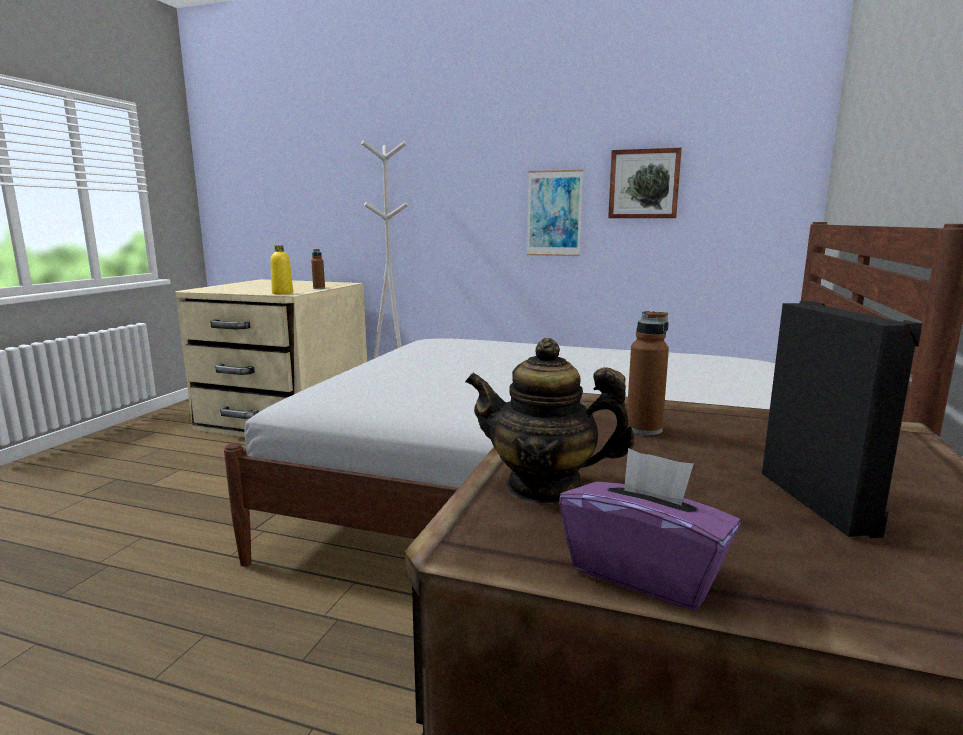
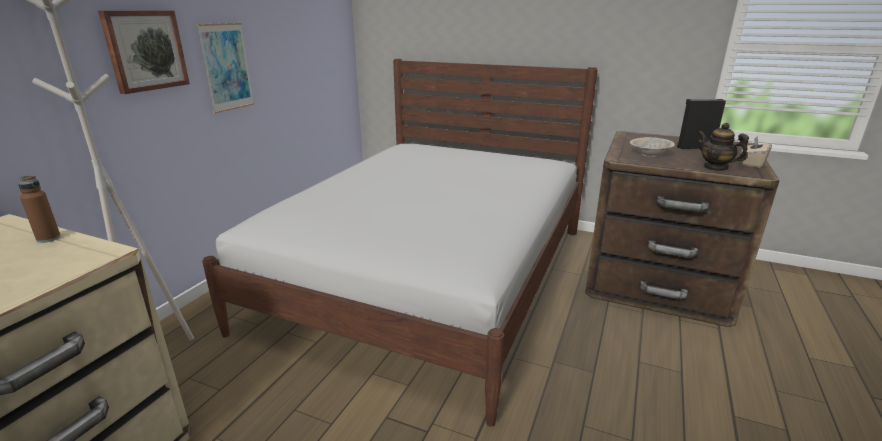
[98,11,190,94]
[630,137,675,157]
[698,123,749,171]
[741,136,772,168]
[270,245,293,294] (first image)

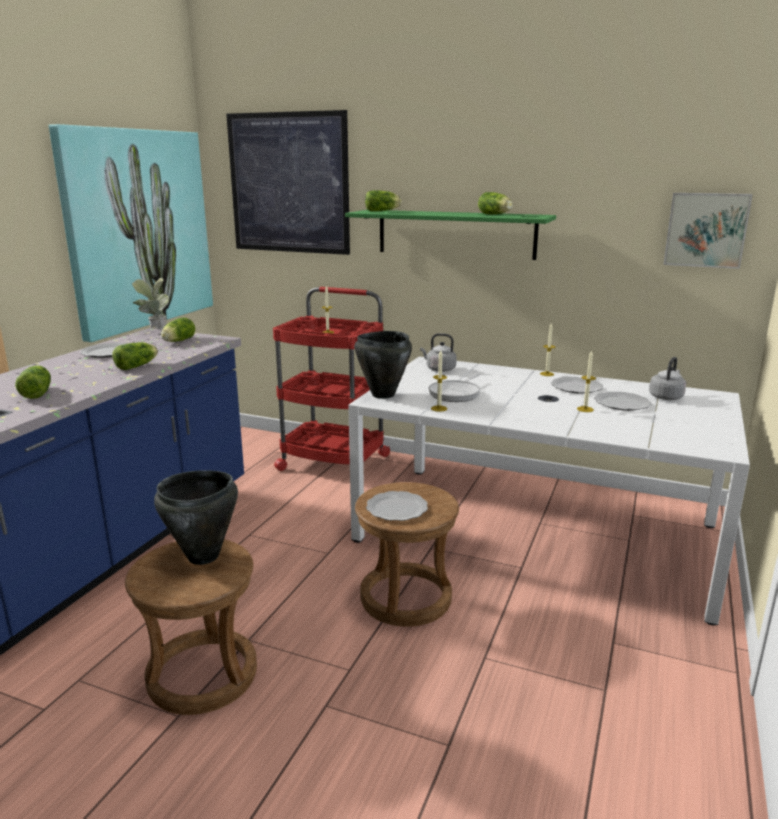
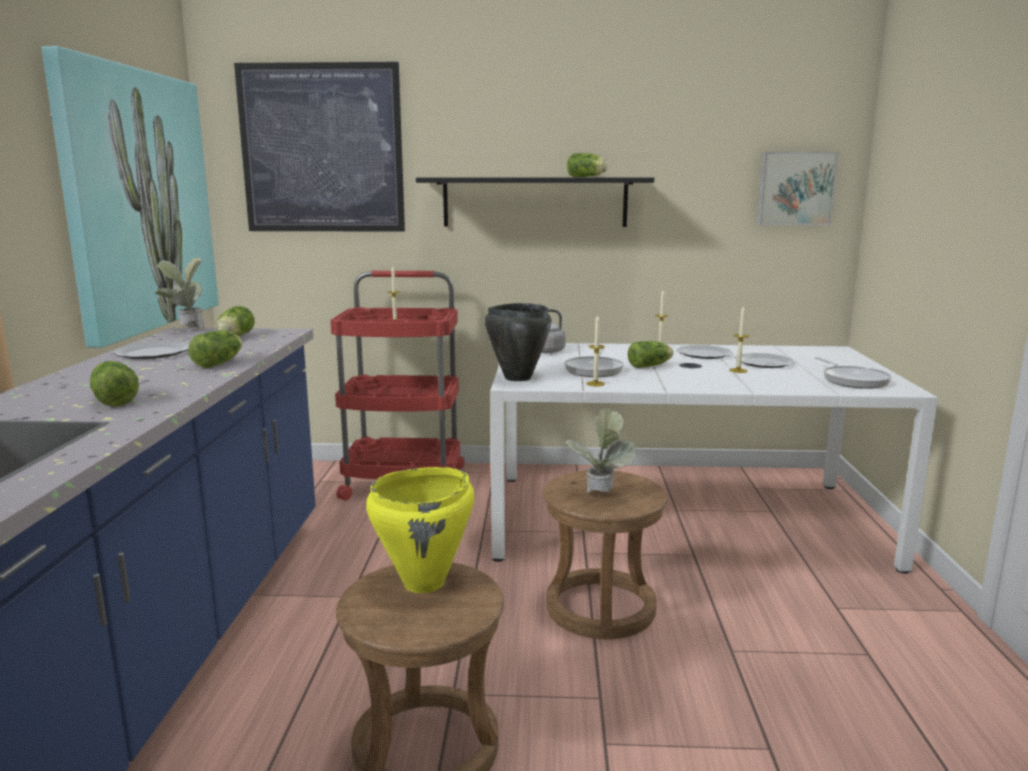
[366,467,474,593]
[416,178,654,227]
[565,408,637,494]
[628,341,673,368]
[815,357,892,389]
[649,357,686,400] (first image)

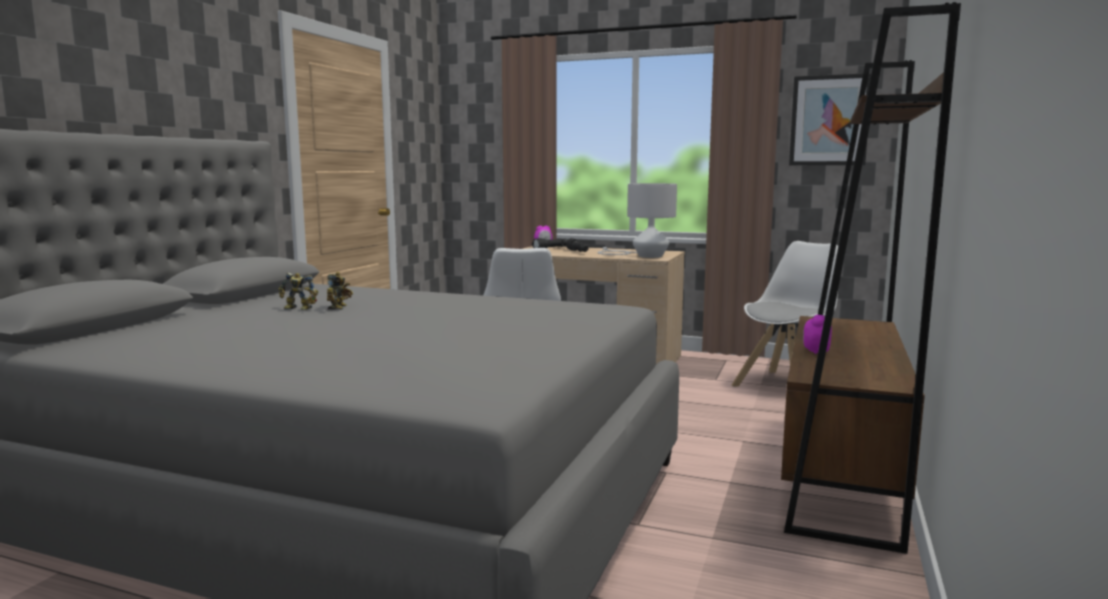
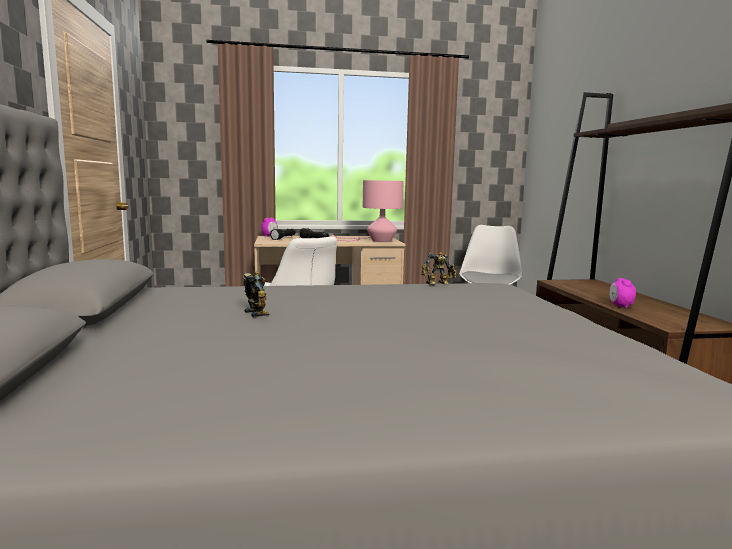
[331,180,404,242]
[421,252,457,285]
[789,73,871,165] (first image)

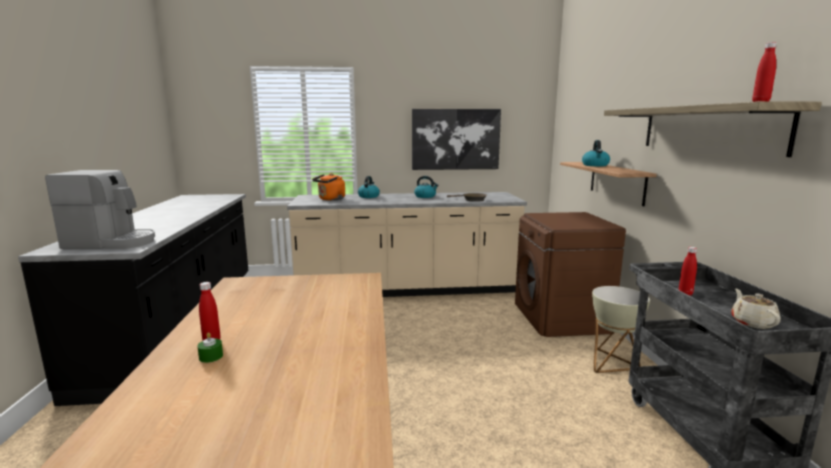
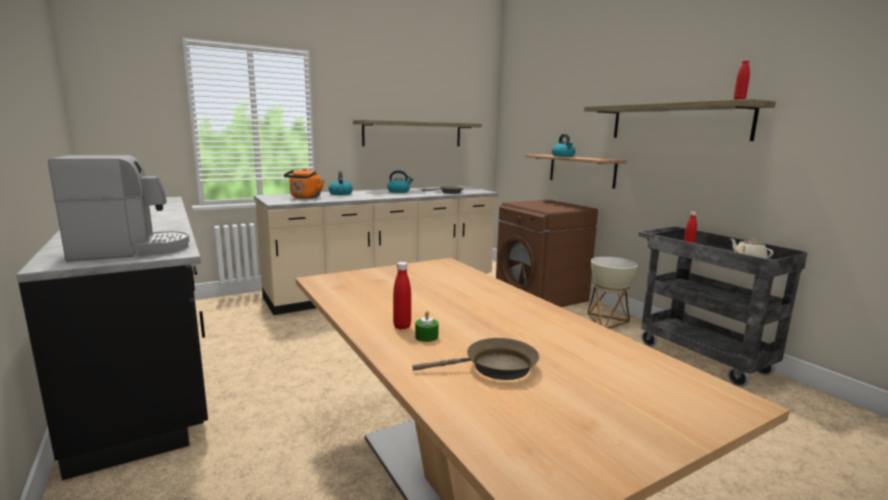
[353,120,482,147]
[412,338,539,380]

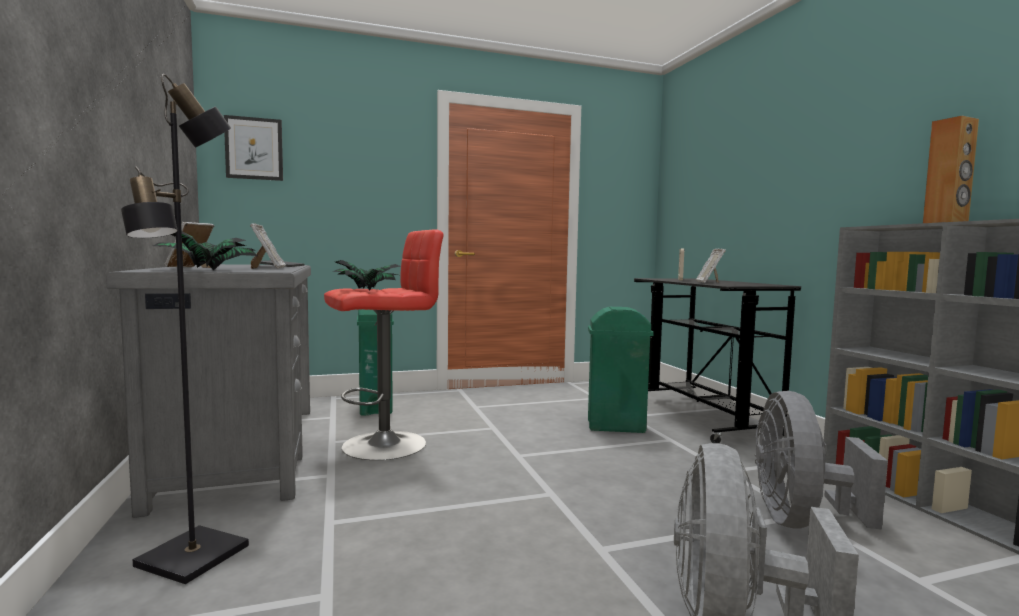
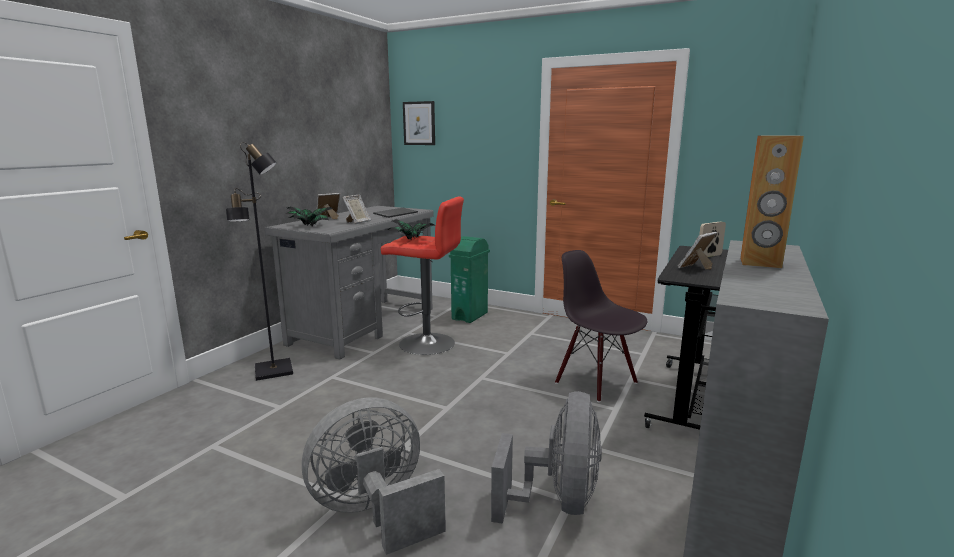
[491,391,602,524]
[555,250,647,402]

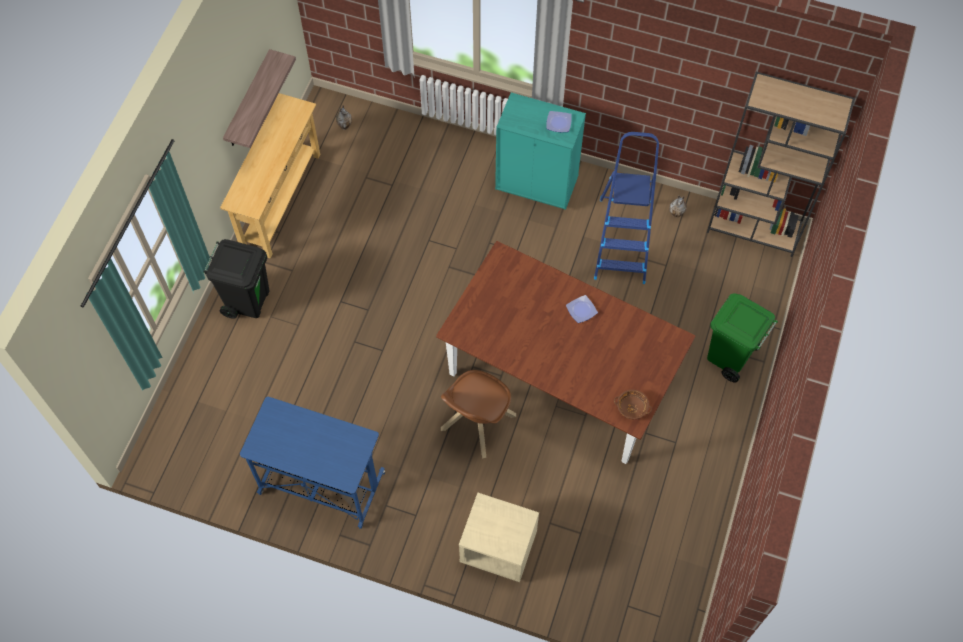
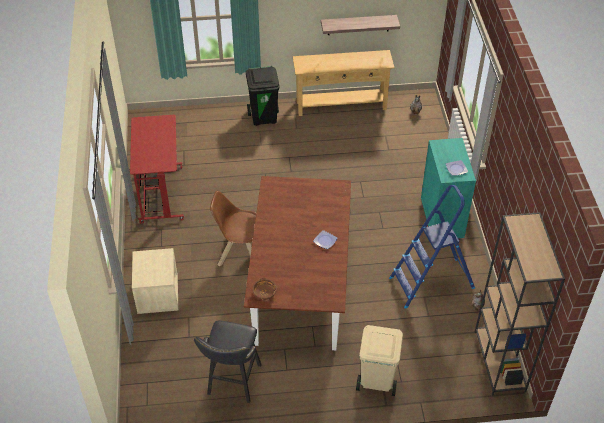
[130,115,184,224]
[194,320,262,403]
[356,325,403,396]

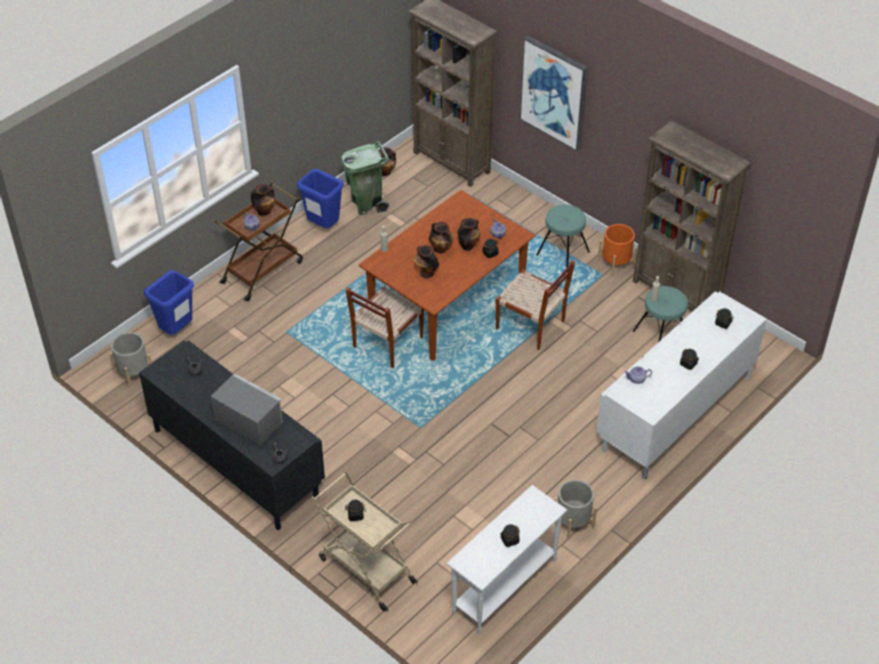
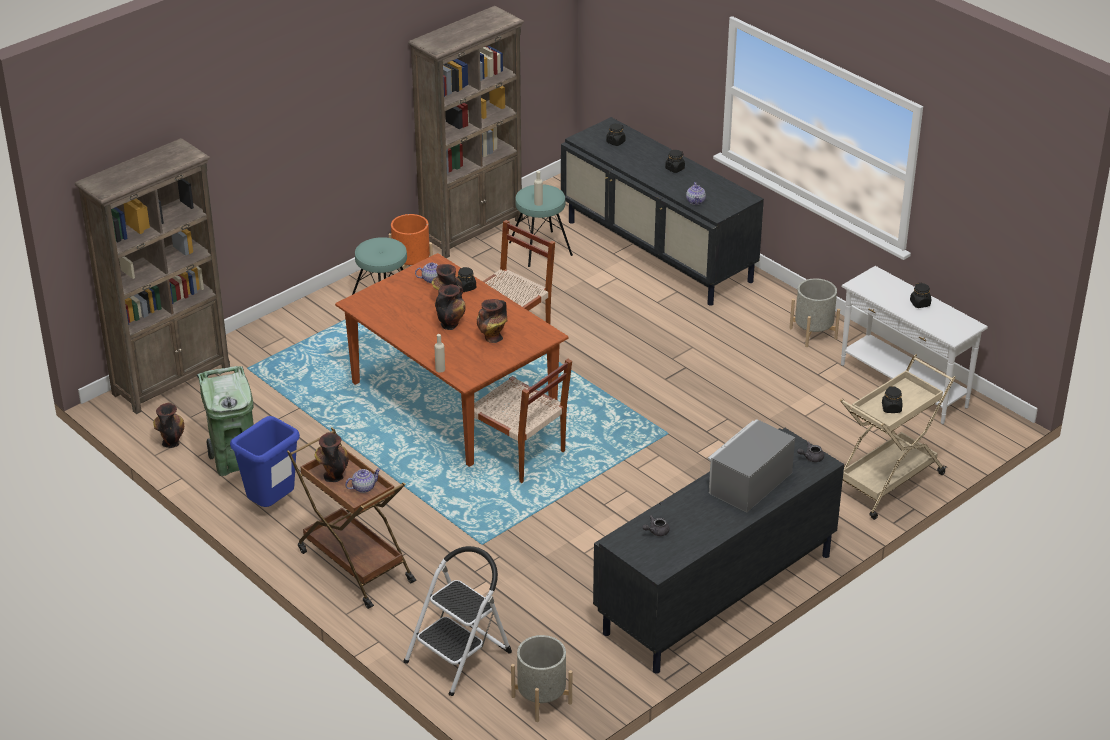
[403,546,512,696]
[561,117,764,306]
[520,36,588,151] (first image)

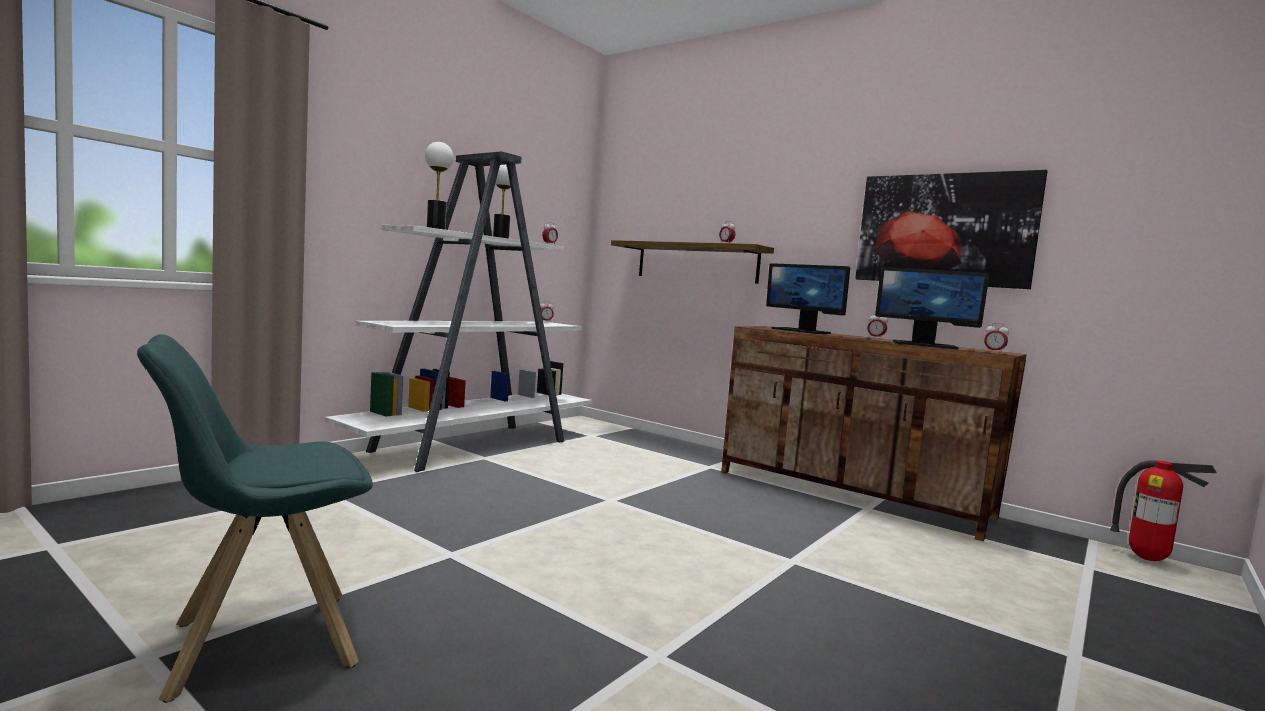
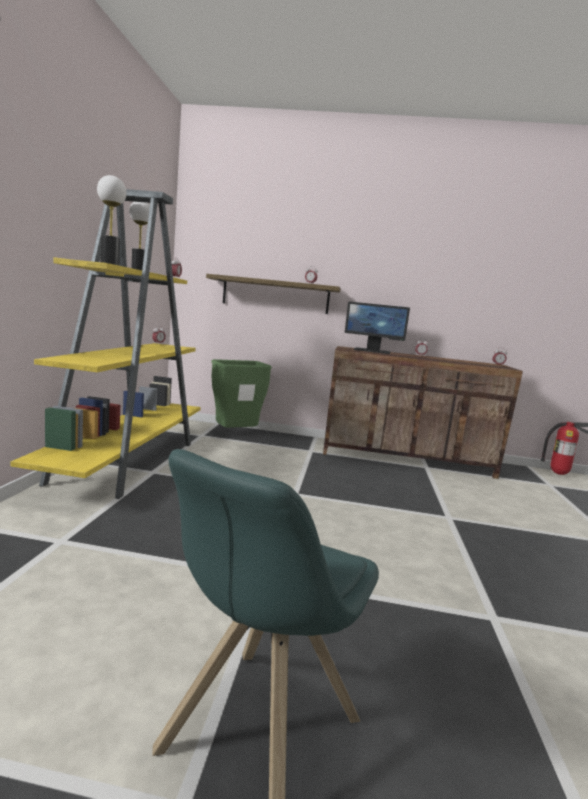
[10,189,201,499]
[211,359,272,428]
[855,170,1048,289] (first image)
[875,267,989,349] (first image)

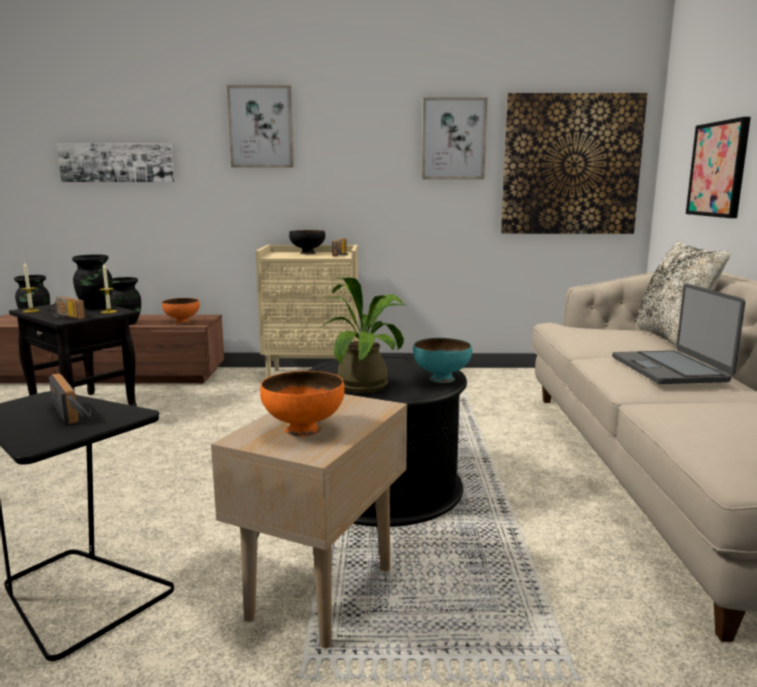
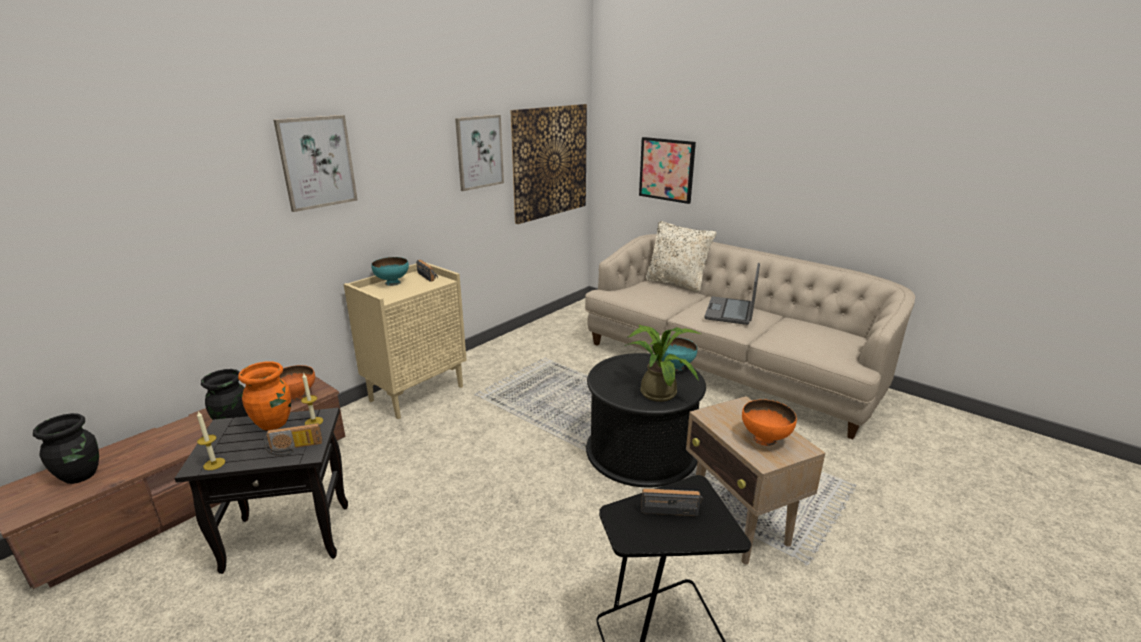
[238,362,291,430]
[371,257,409,286]
[704,262,760,325]
[57,143,174,182] (first image)

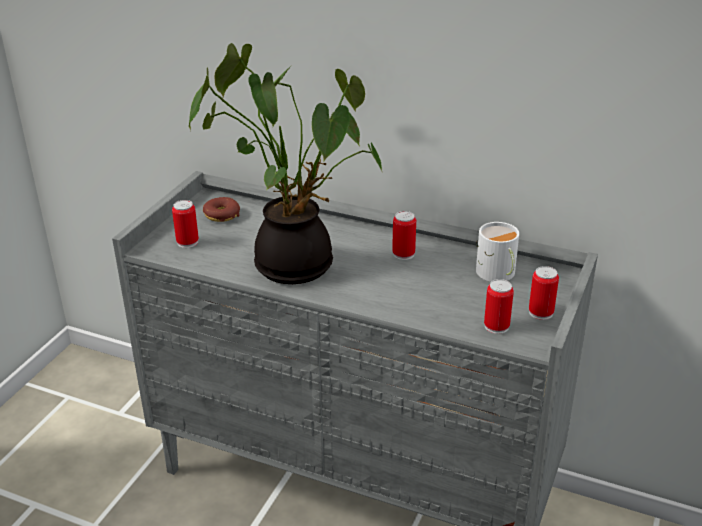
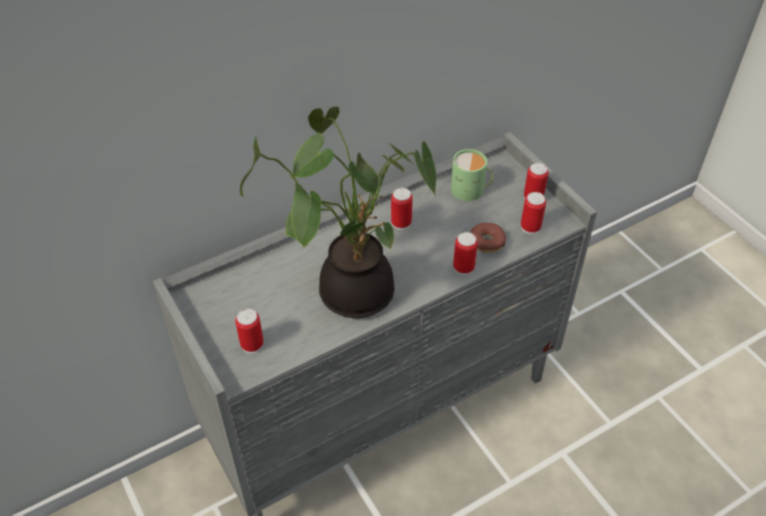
[451,149,494,201]
[453,232,478,275]
[470,223,506,253]

